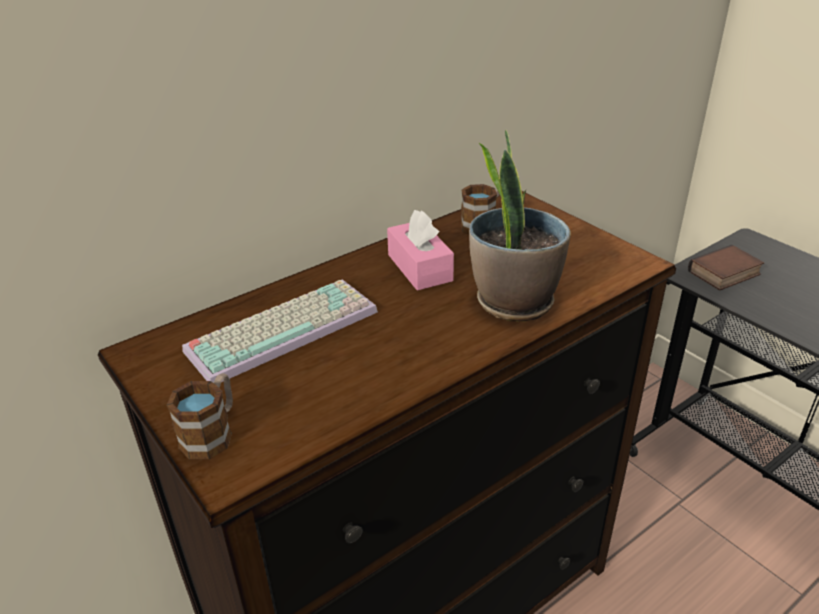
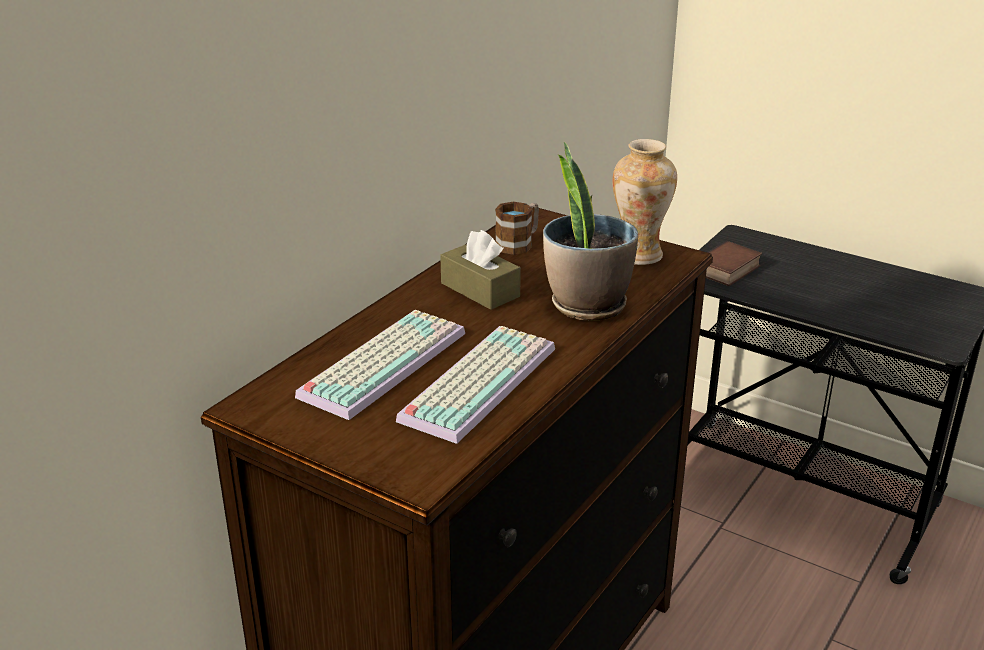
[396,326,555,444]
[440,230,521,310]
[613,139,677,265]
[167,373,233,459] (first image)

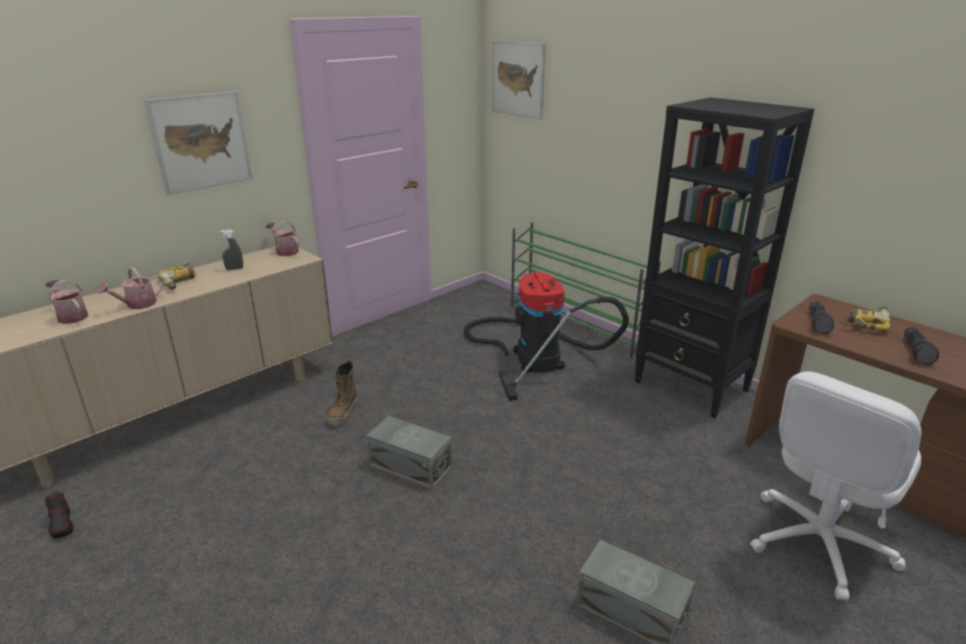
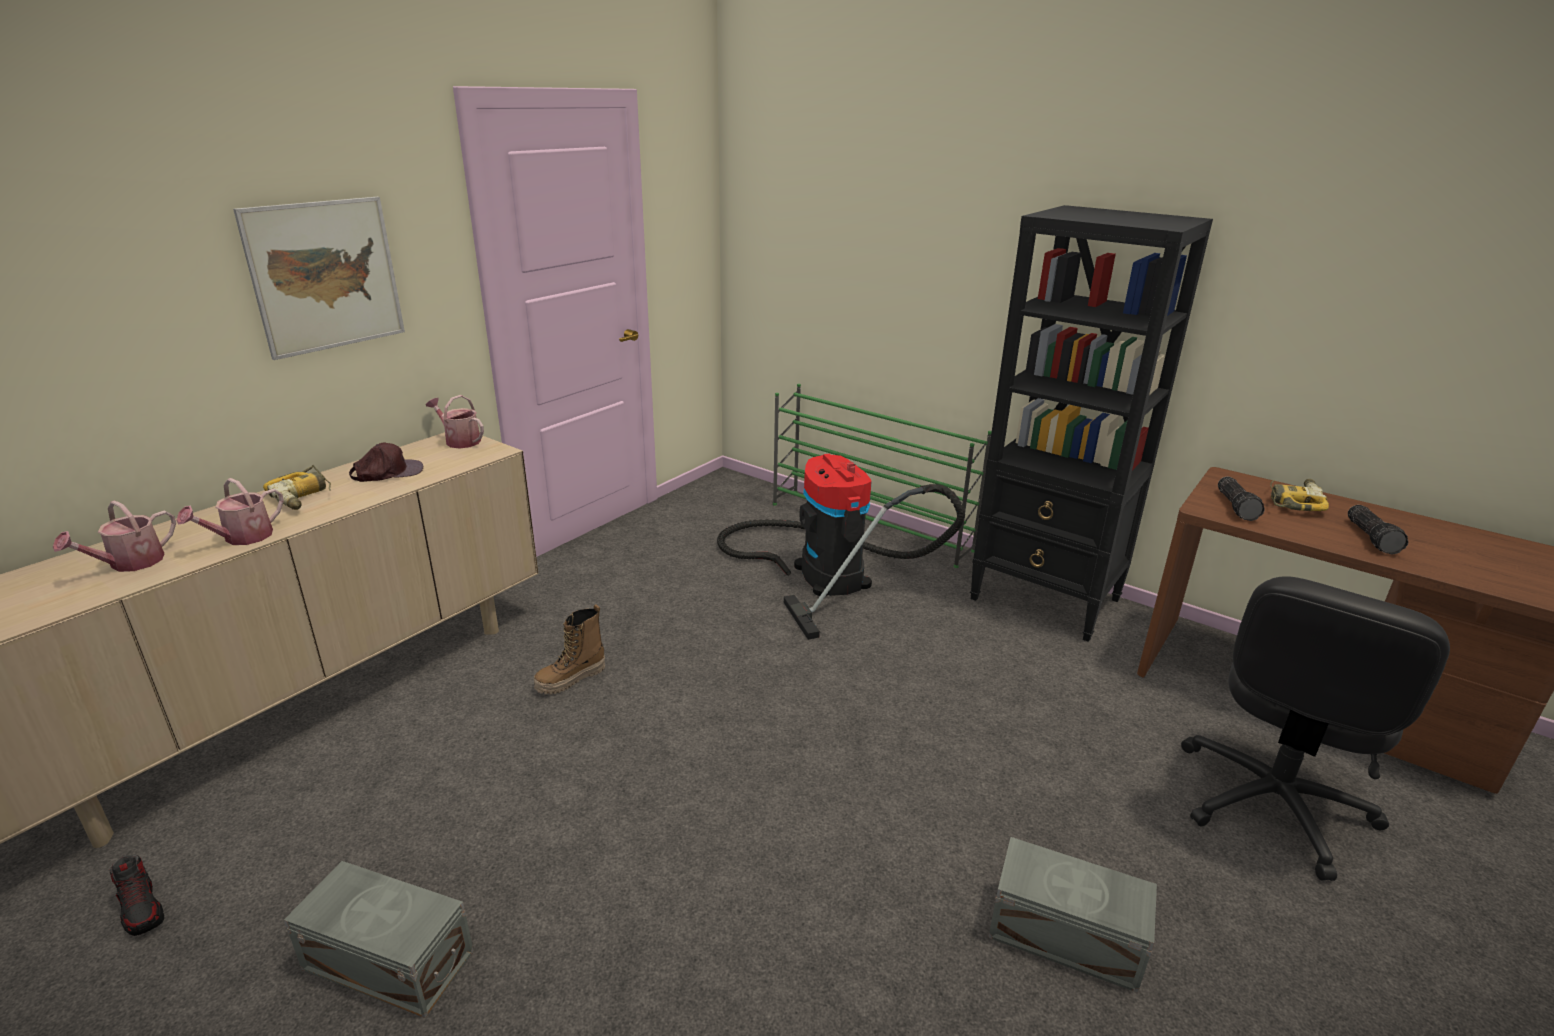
[53,500,176,572]
[284,861,474,1018]
[349,443,423,482]
[534,604,605,695]
[1181,576,1450,881]
[492,40,545,120] (first image)

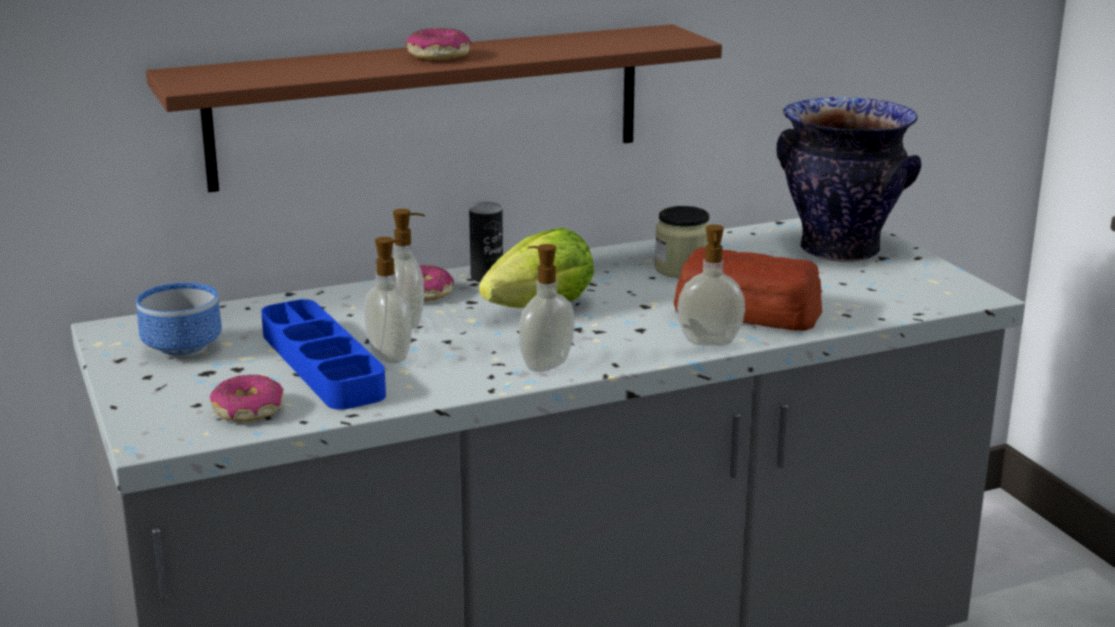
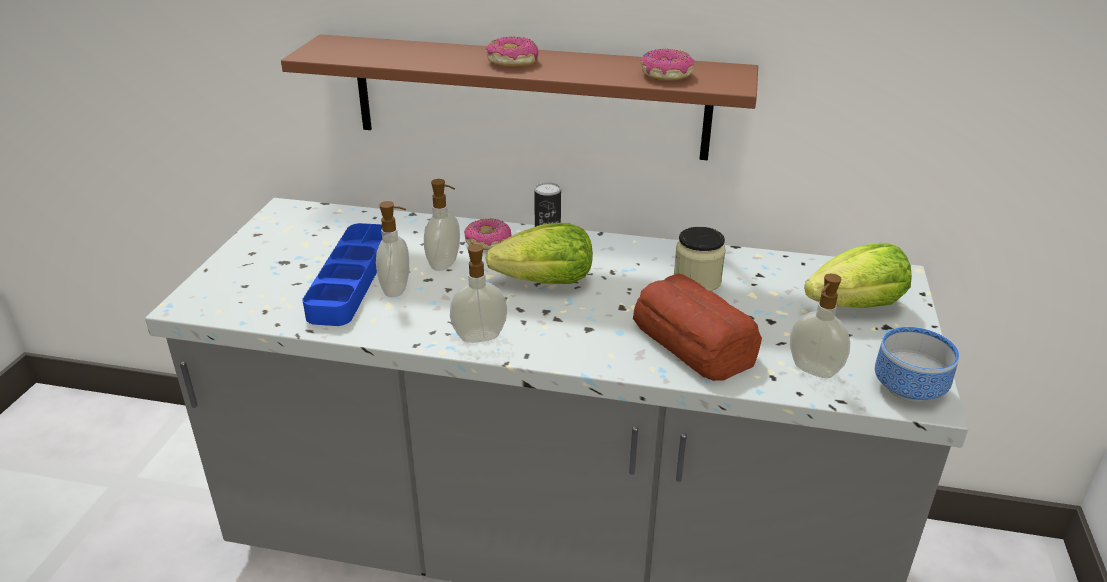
[641,49,694,80]
[790,274,850,378]
[804,243,912,308]
[875,327,959,402]

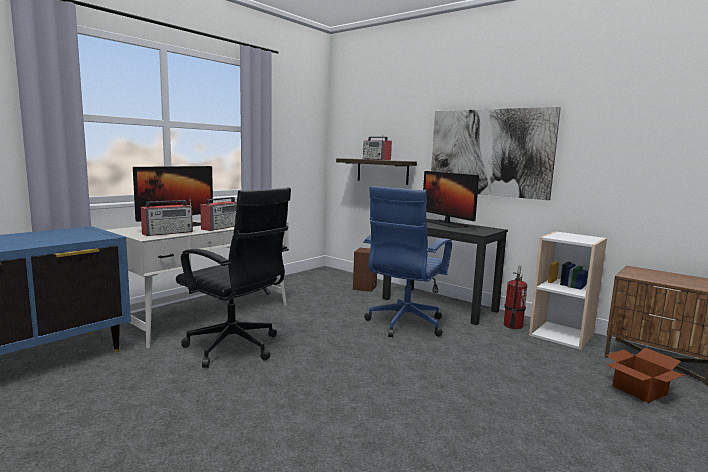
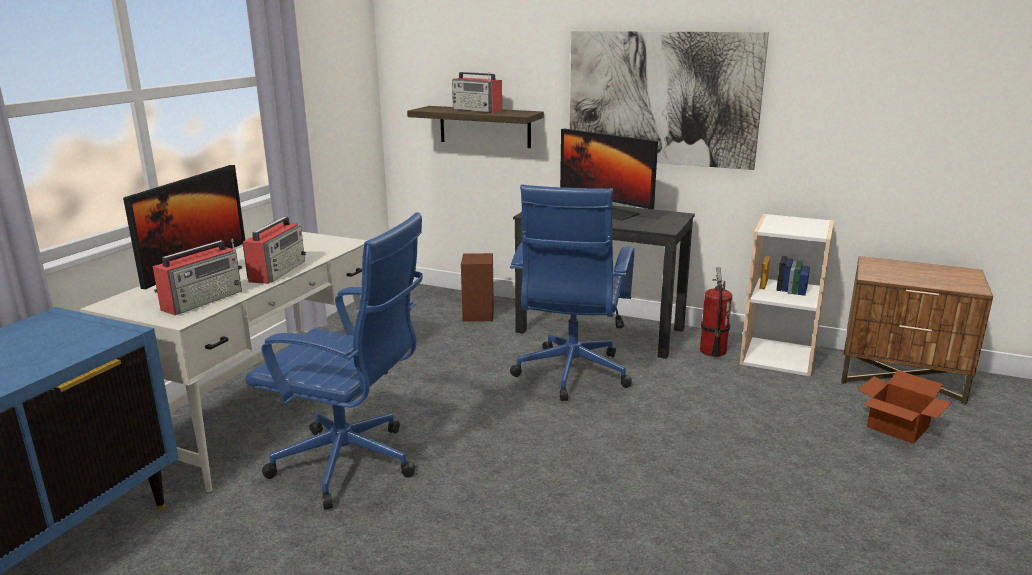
[245,212,423,510]

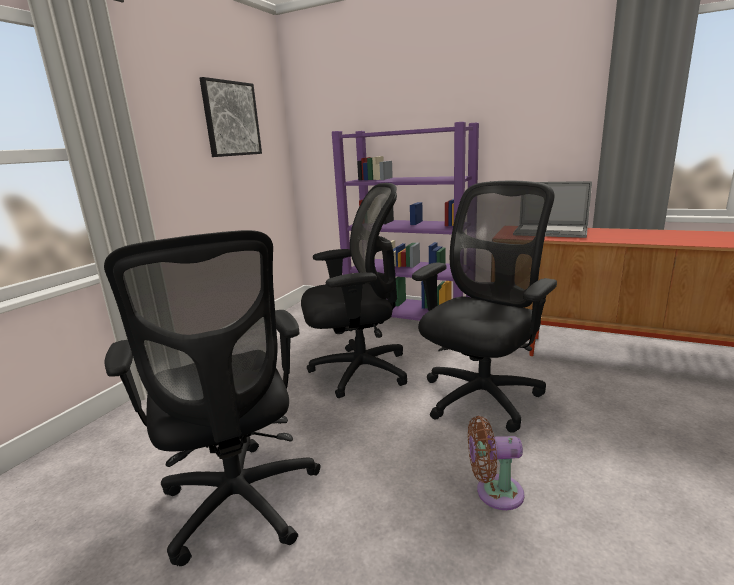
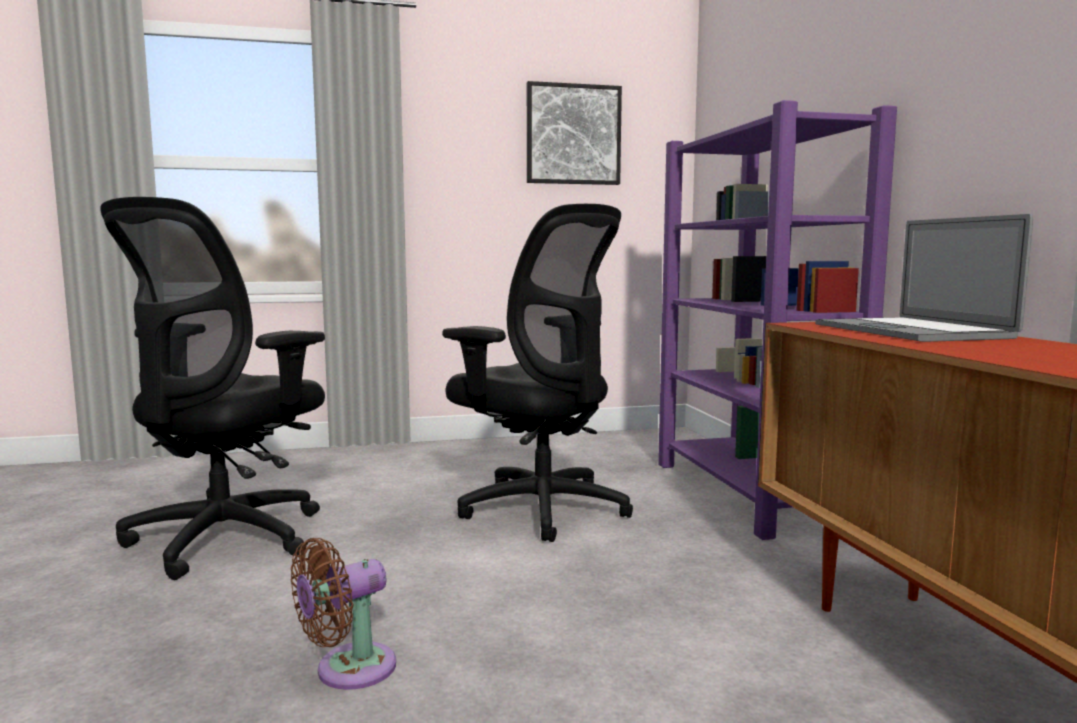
[291,538,396,690]
[412,181,557,433] (first image)

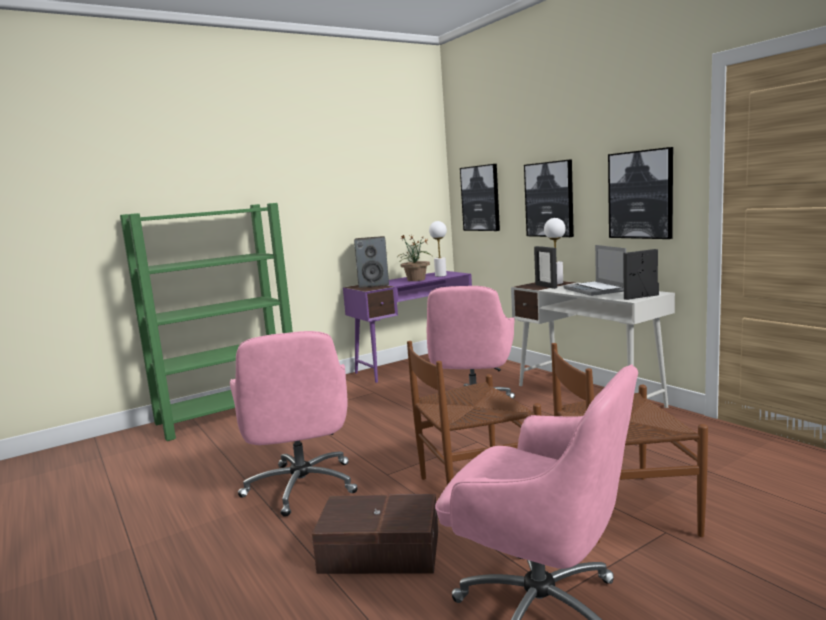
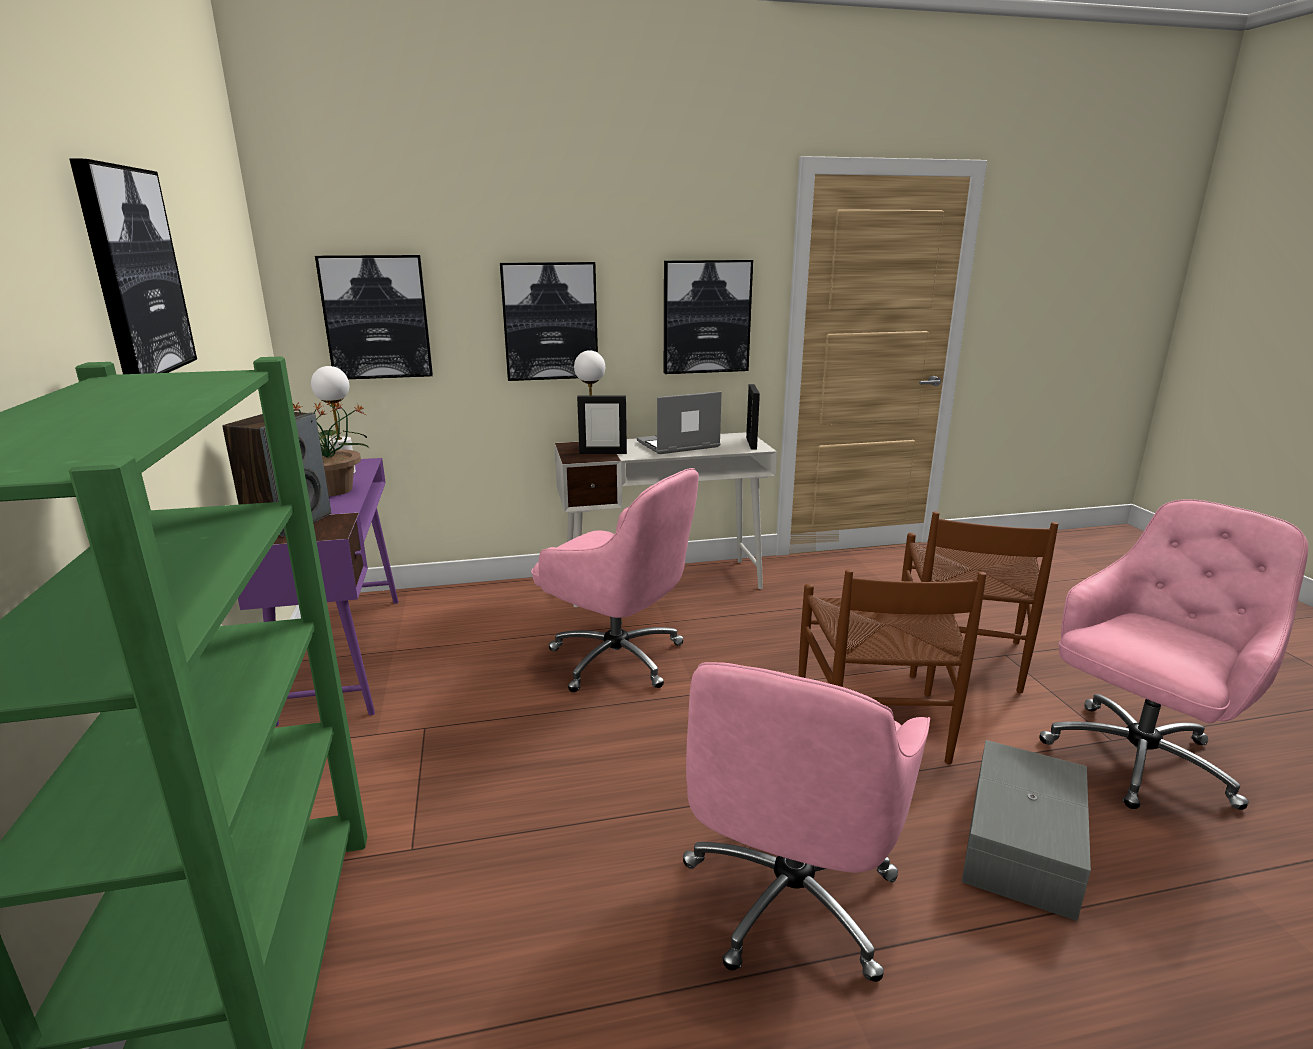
[69,158,197,374]
[637,391,722,454]
[683,662,930,982]
[962,740,1091,921]

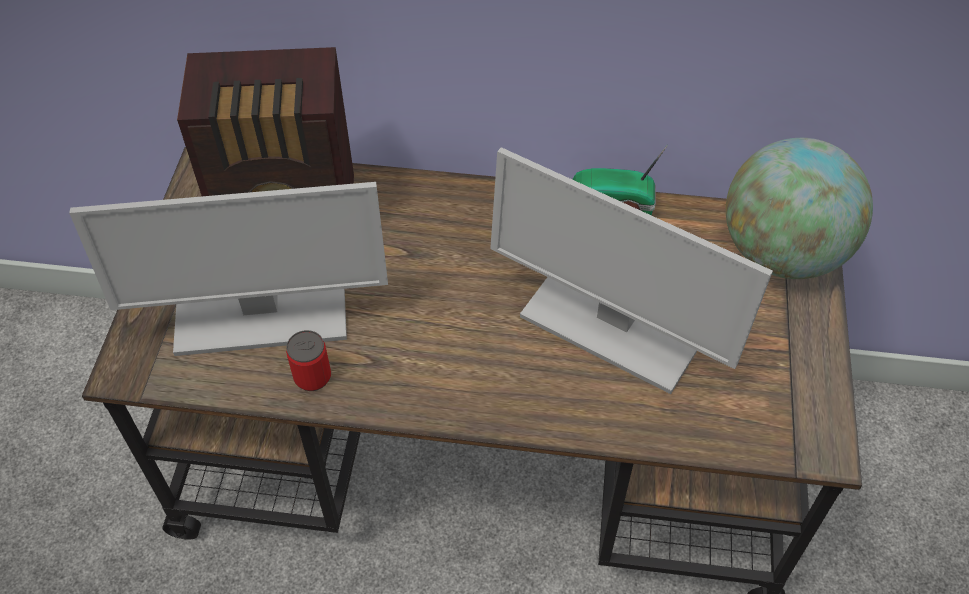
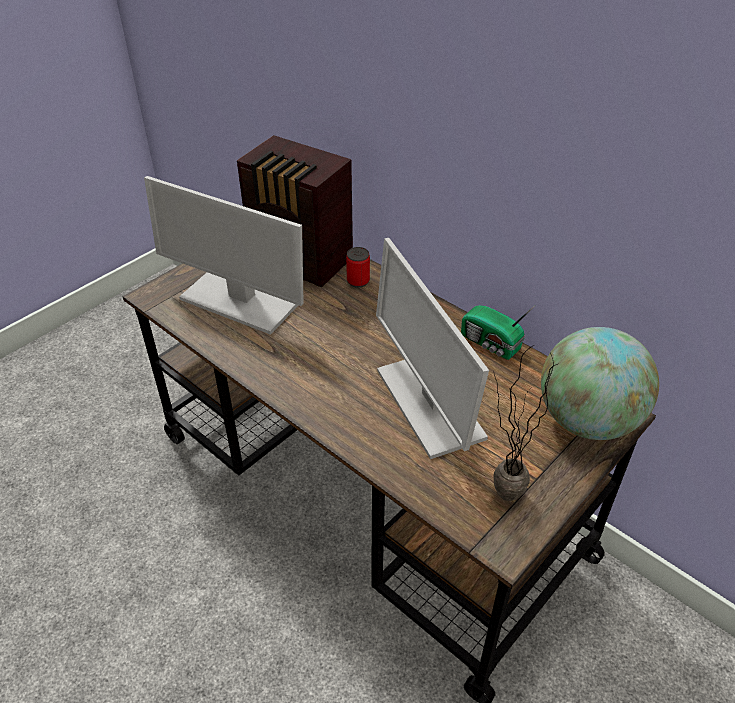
[346,247,370,288]
[494,345,557,501]

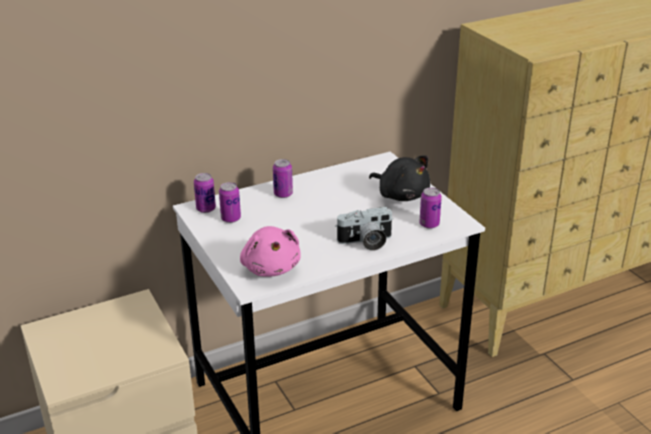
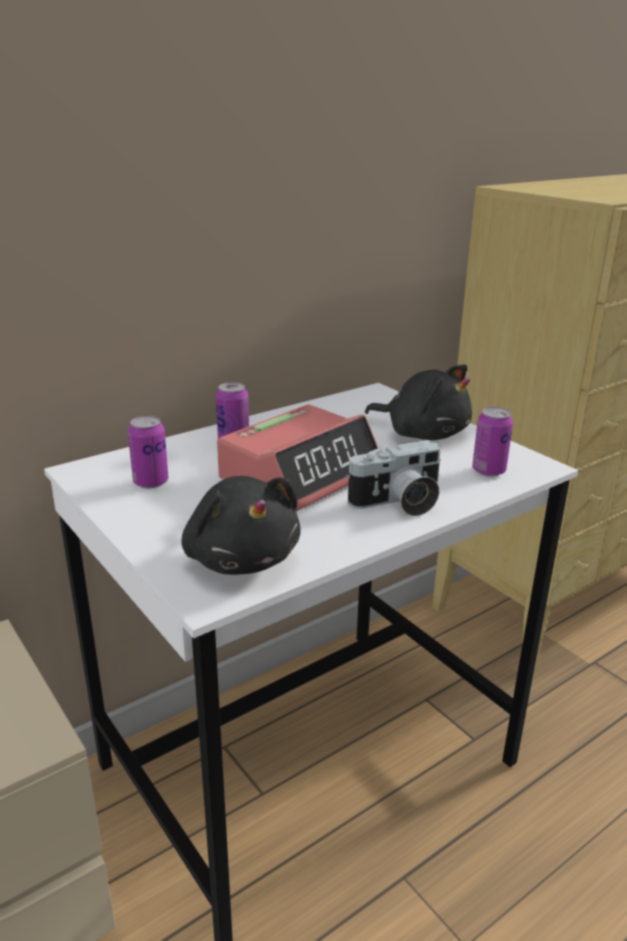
[181,476,301,575]
[217,404,379,511]
[194,173,216,213] (first image)

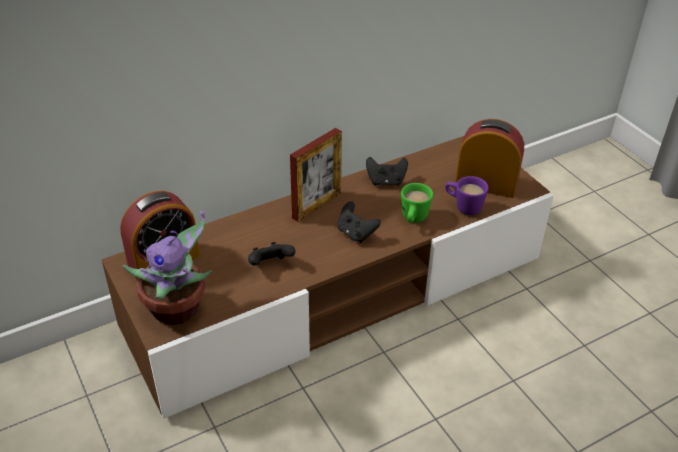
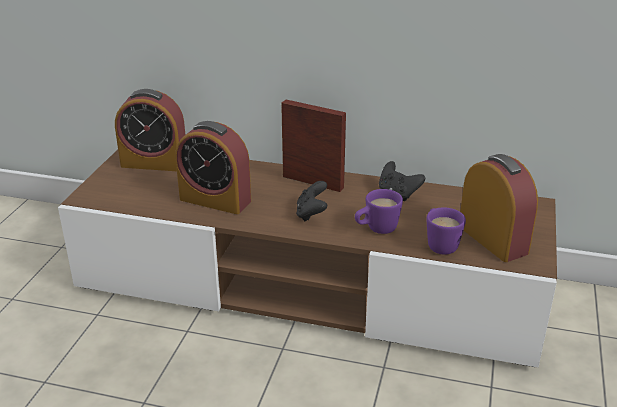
[175,121,251,214]
[281,100,346,192]
[355,189,403,234]
[123,211,212,325] (first image)

